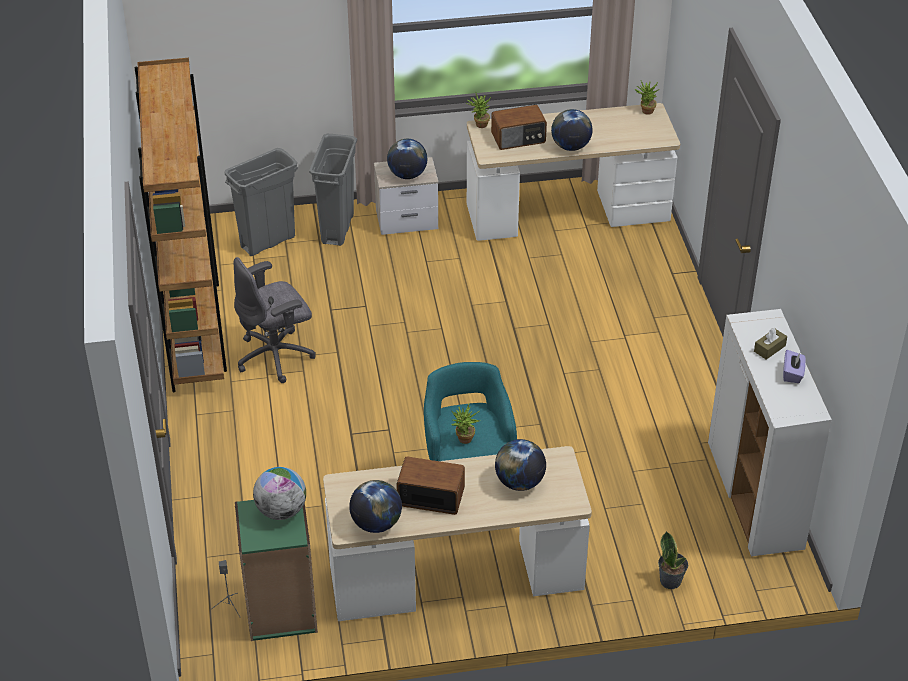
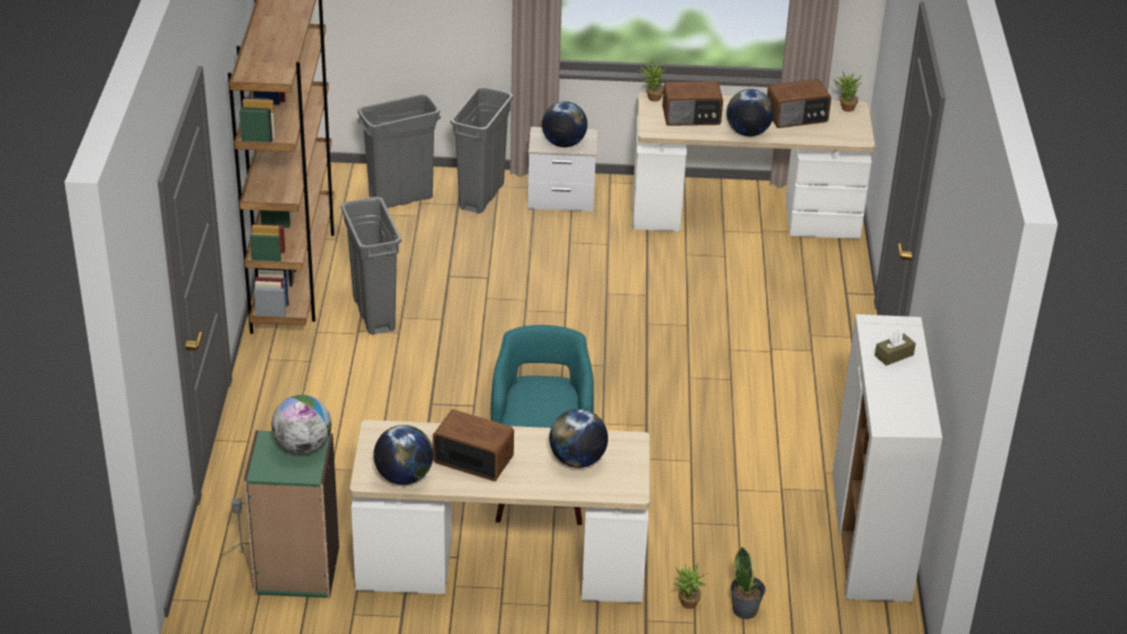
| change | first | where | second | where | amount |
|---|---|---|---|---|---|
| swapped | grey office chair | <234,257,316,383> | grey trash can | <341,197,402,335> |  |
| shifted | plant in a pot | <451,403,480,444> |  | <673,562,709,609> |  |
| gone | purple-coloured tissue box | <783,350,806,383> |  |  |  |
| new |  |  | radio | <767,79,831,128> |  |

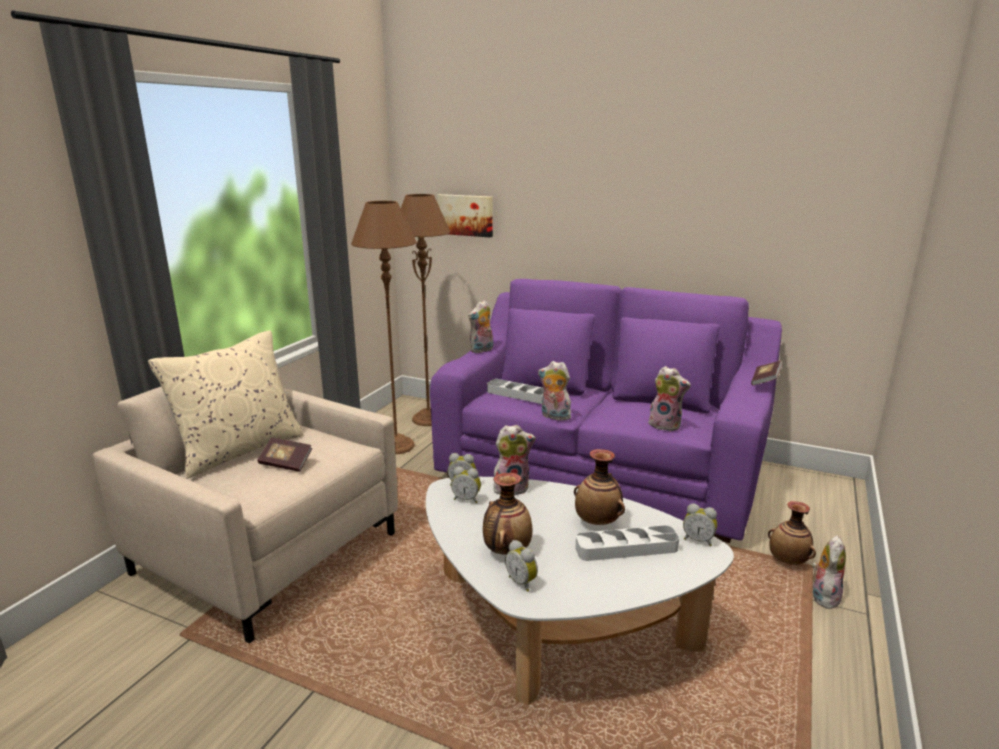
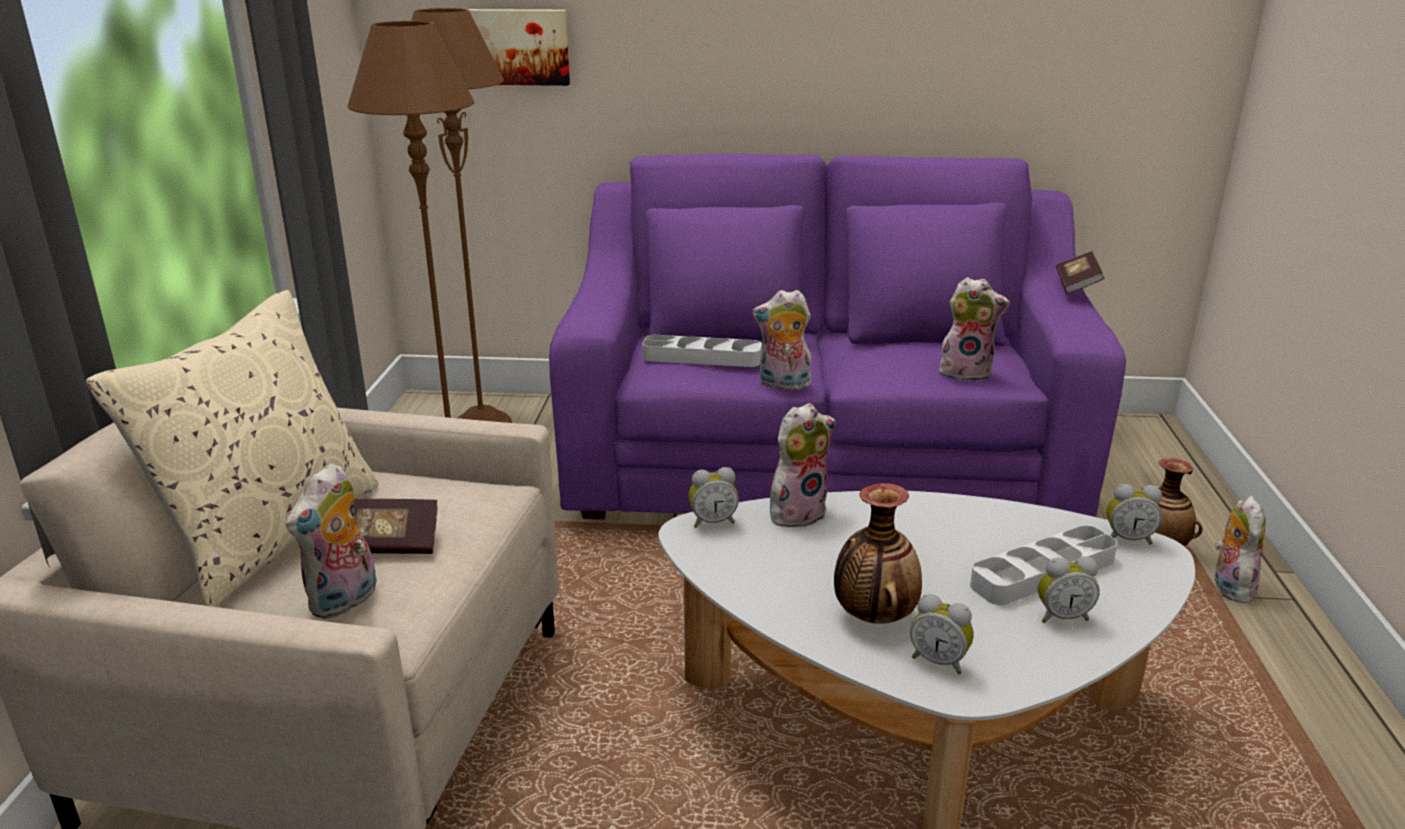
| change | first | where | second | where | amount |
|---|---|---|---|---|---|
| shifted | bedside clock | <451,466,481,503> |  | <1038,556,1100,623> |  |
| shifted | cuddly toy | <468,300,493,353> |  | <286,463,377,619> |  |
| gone | vase | <574,449,625,525> |  |  |  |

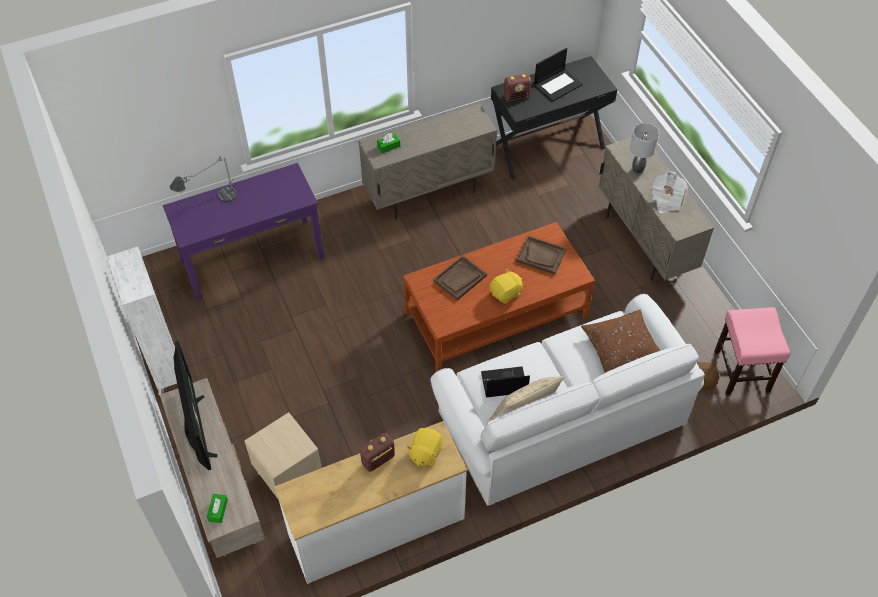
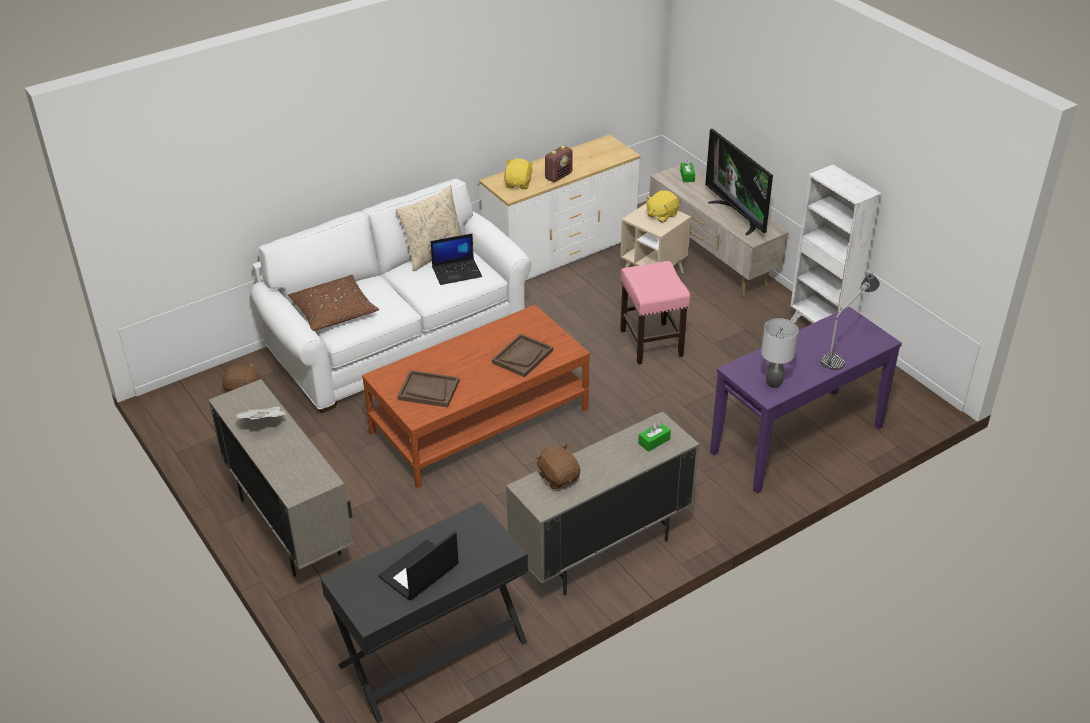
| change | first | where | second | where | amount |
|---|---|---|---|---|---|
| shifted | yellowish cuddly toy | <490,268,523,304> |  | <646,190,680,223> |  |
| gone | radio | <504,74,531,102> |  |  |  |
| shifted | grey tabletop lamp | <630,123,659,173> |  | <761,318,798,388> |  |
| shifted | pink-coloured sitting stool | <714,307,790,396> |  | <620,261,690,364> |  |
| new |  |  | brown cuddly toy | <536,444,580,489> |  |

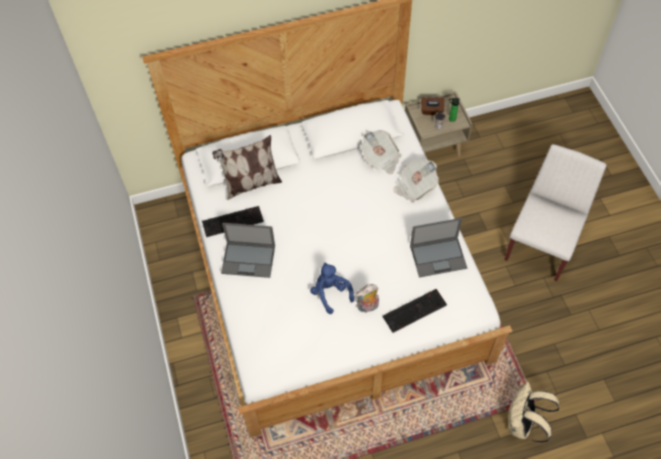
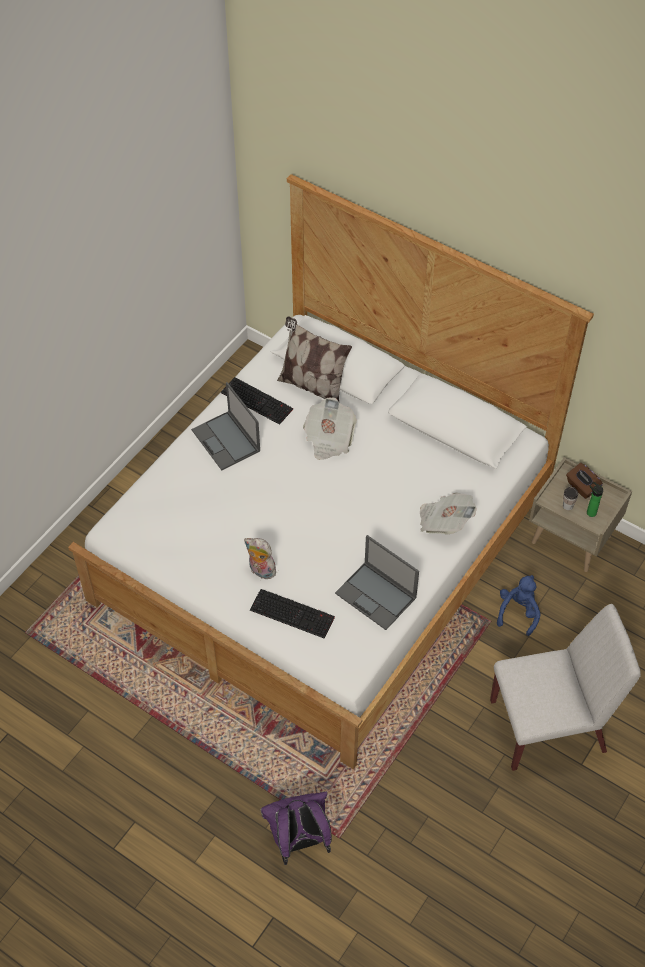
| change | first | where | second | where | amount |
|---|---|---|---|---|---|
| shifted | blue cuddly toy | <310,262,354,314> |  | <497,575,541,636> |  |
| shifted | printed paper | <360,130,402,174> |  | <303,397,357,460> |  |
| repainted | beige backpack | <508,382,559,442> | purple-coloured backpack | <261,791,332,865> |  |

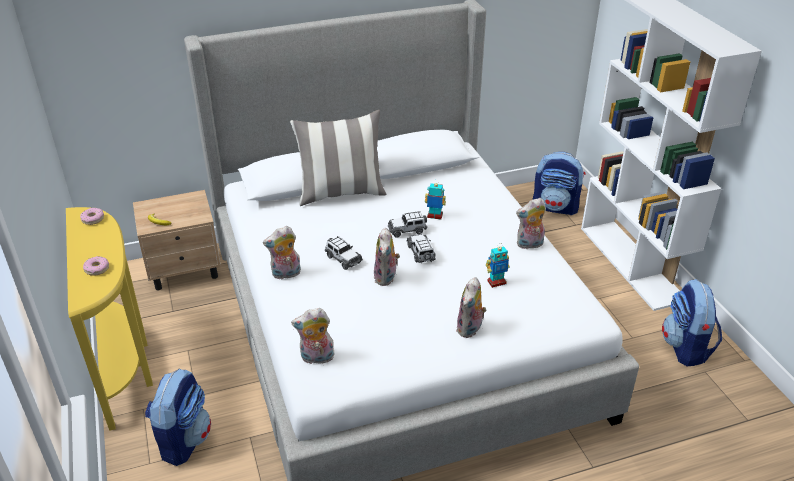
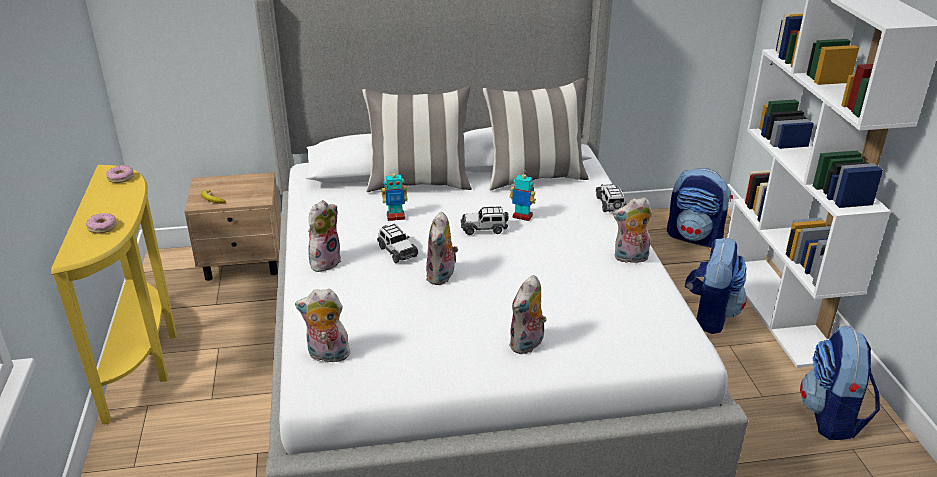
| change | first | where | second | where | amount |
|---|---|---|---|---|---|
| shifted | backpack | <145,369,211,466> |  | <685,237,747,334> |  |
| rotated | cuddly toy | <263,226,301,280> |  | <308,200,341,272> | 135 degrees clockwise |
| shifted | miniature car | <407,233,435,263> |  | <596,184,627,212> |  |
| shifted | robot figure | <486,243,510,288> |  | <382,169,408,221> |  |
| new |  |  | pillow | <483,78,589,190> |  |

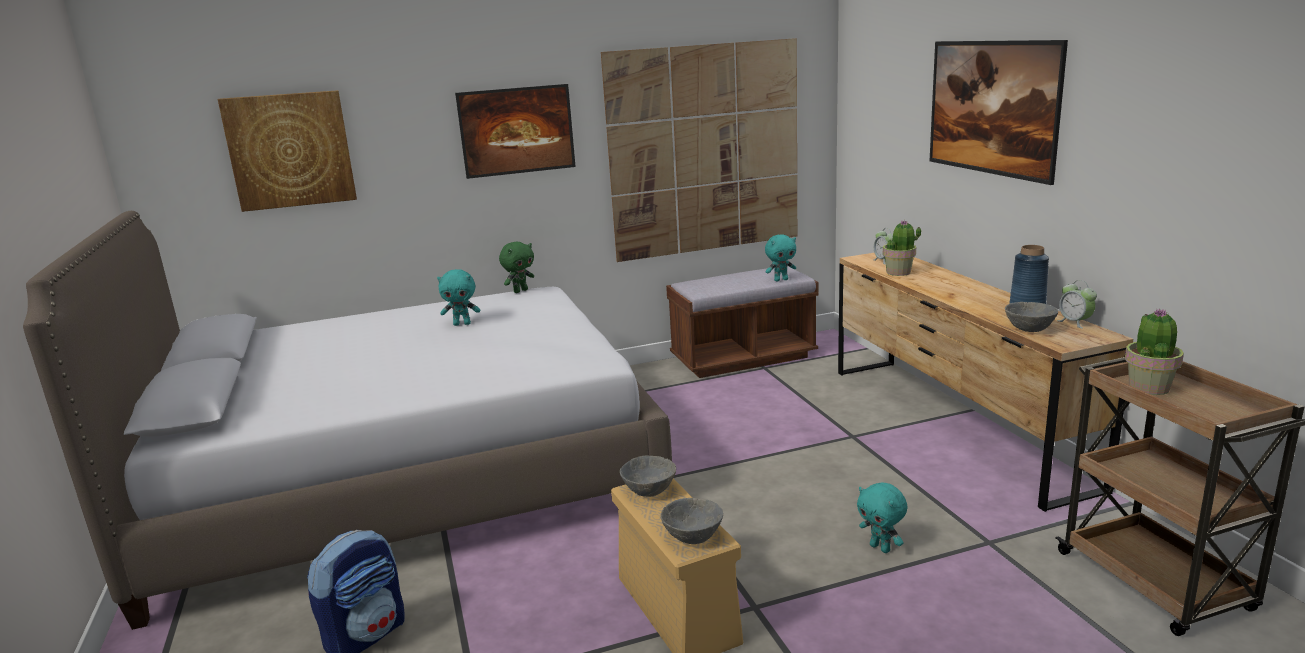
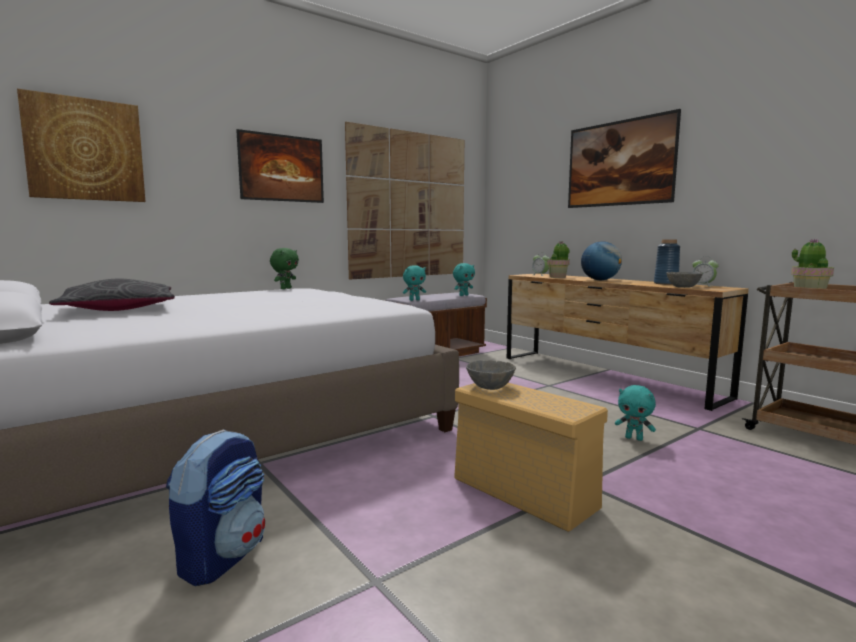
| change | first | where | second | where | amount |
|---|---|---|---|---|---|
| shifted | turquoise-coloured cuddly toy | <437,269,480,326> |  | <403,265,426,301> |  |
| gone | grey bowl | <660,498,723,544> |  |  |  |
| new |  |  | grey pillow | <49,279,175,311> |  |
| new |  |  | desk globe | <581,241,622,280> |  |

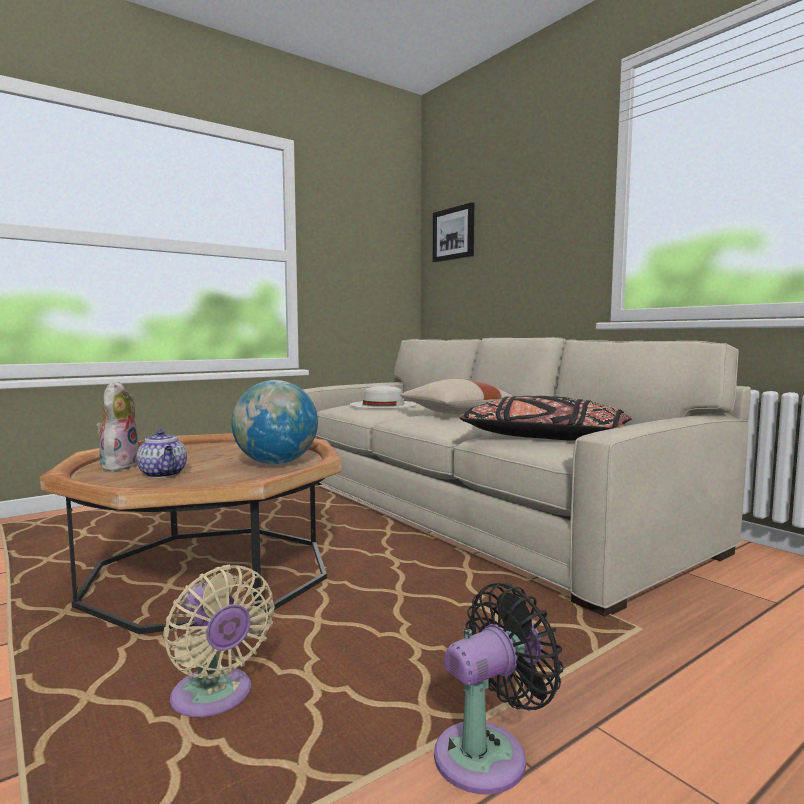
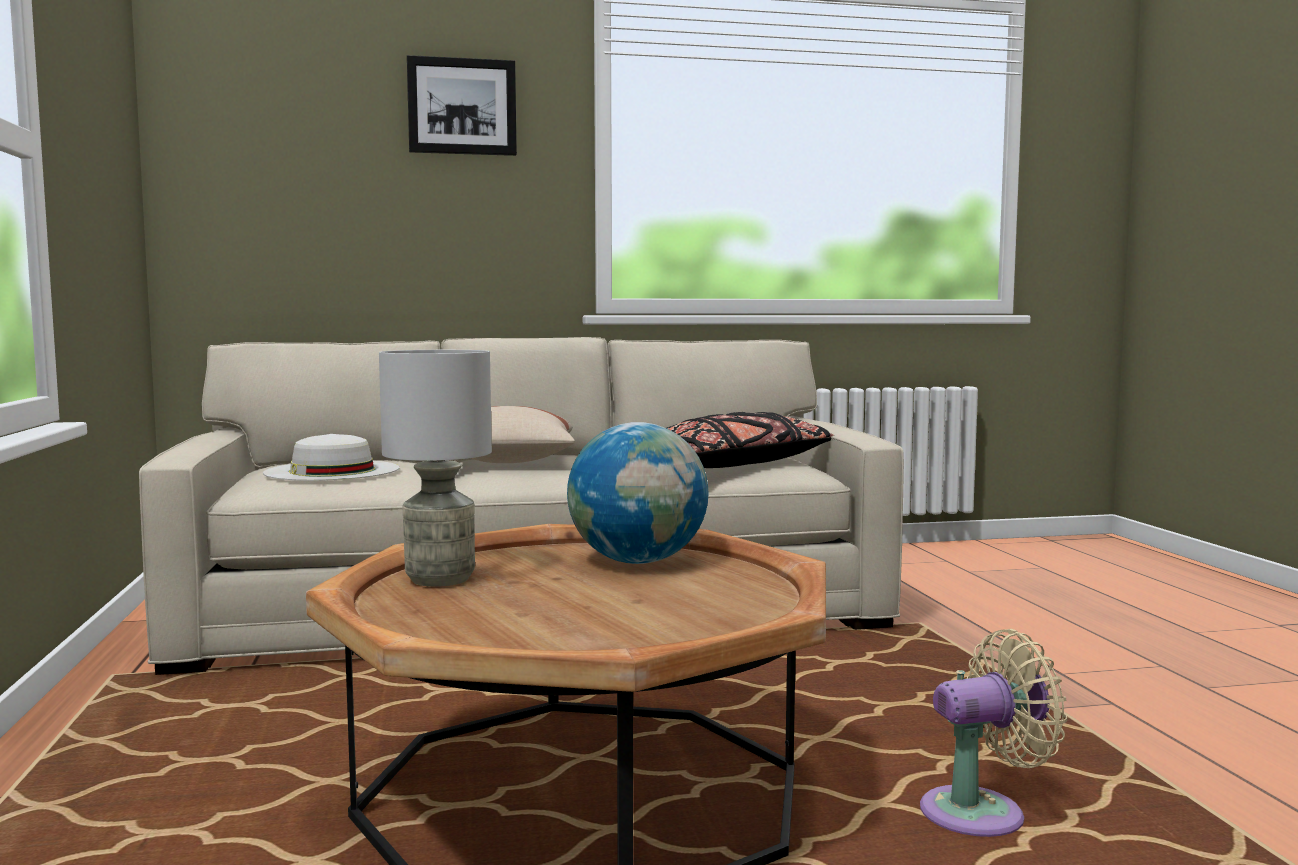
| change | first | where | second | where | amount |
|---|---|---|---|---|---|
| gone | cuddly toy | <96,381,139,471> |  |  |  |
| gone | tea pot | <137,430,187,478> |  |  |  |
| shifted | picture | <433,202,474,263> |  | <407,55,517,156> |  |
| gone | black-coloured fan | <434,583,564,794> |  |  |  |
| new |  |  | grey tabletop lamp | <379,350,492,587> |  |

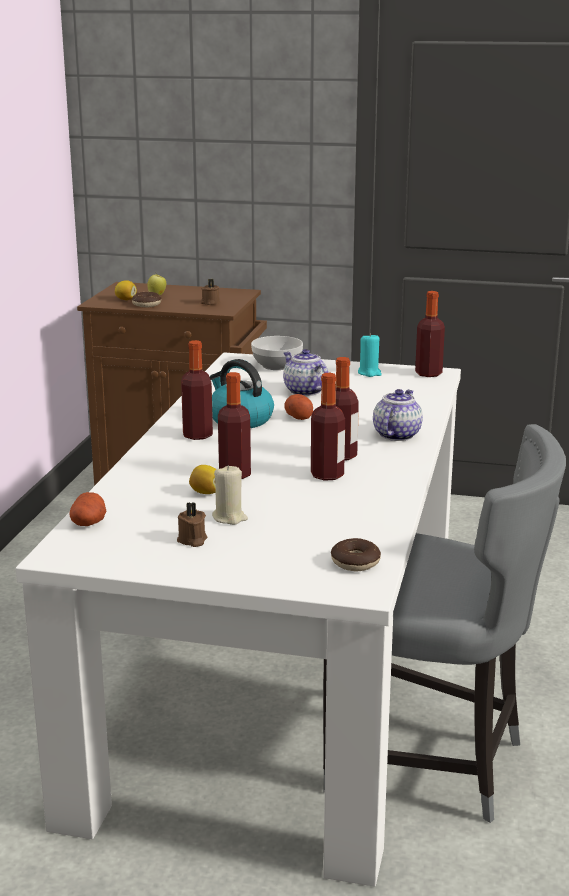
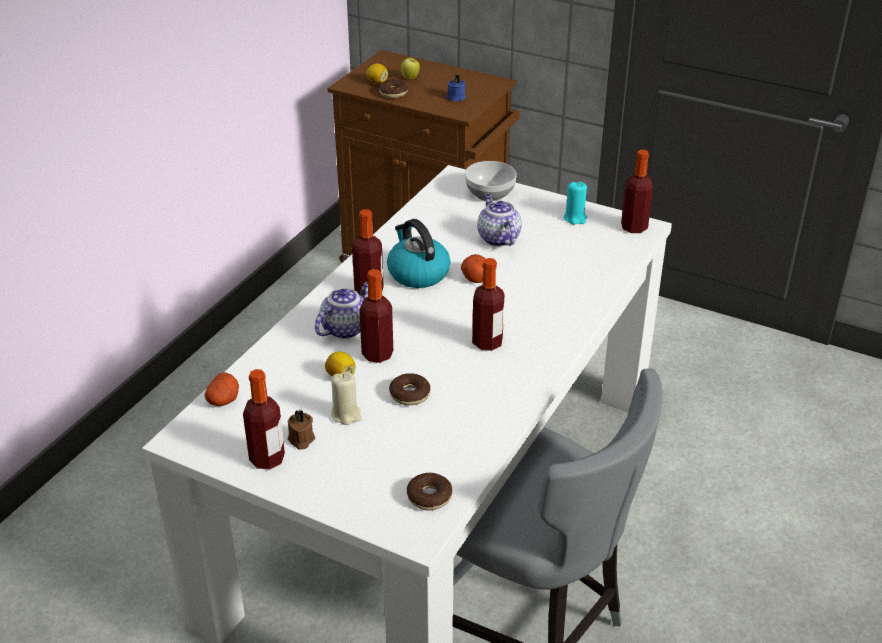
| change | first | where | second | where | amount |
|---|---|---|---|---|---|
| repainted | brown wax light | <201,279,220,305> | blue wax light | <446,75,466,102> |  |
| shifted | bottle | <311,373,345,481> |  | <243,369,285,469> |  |
| shifted | tea pot | <373,389,423,441> |  | <315,282,368,339> |  |
| new |  |  | doughnut | <389,373,431,405> |  |

